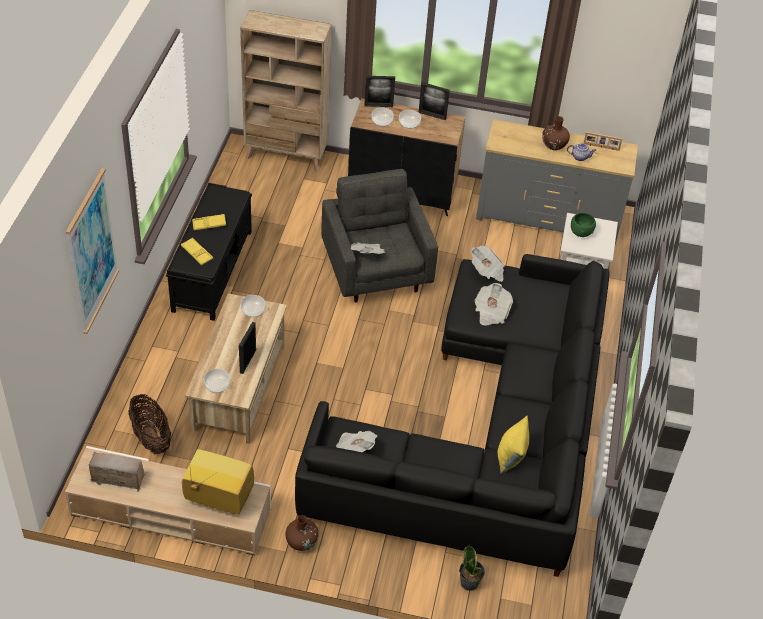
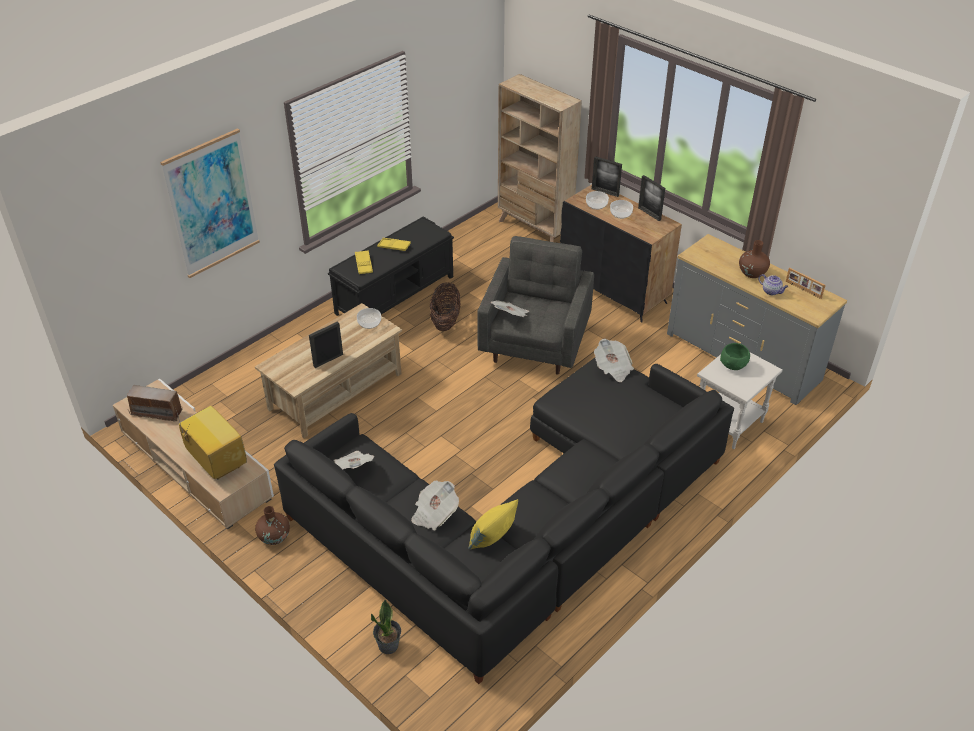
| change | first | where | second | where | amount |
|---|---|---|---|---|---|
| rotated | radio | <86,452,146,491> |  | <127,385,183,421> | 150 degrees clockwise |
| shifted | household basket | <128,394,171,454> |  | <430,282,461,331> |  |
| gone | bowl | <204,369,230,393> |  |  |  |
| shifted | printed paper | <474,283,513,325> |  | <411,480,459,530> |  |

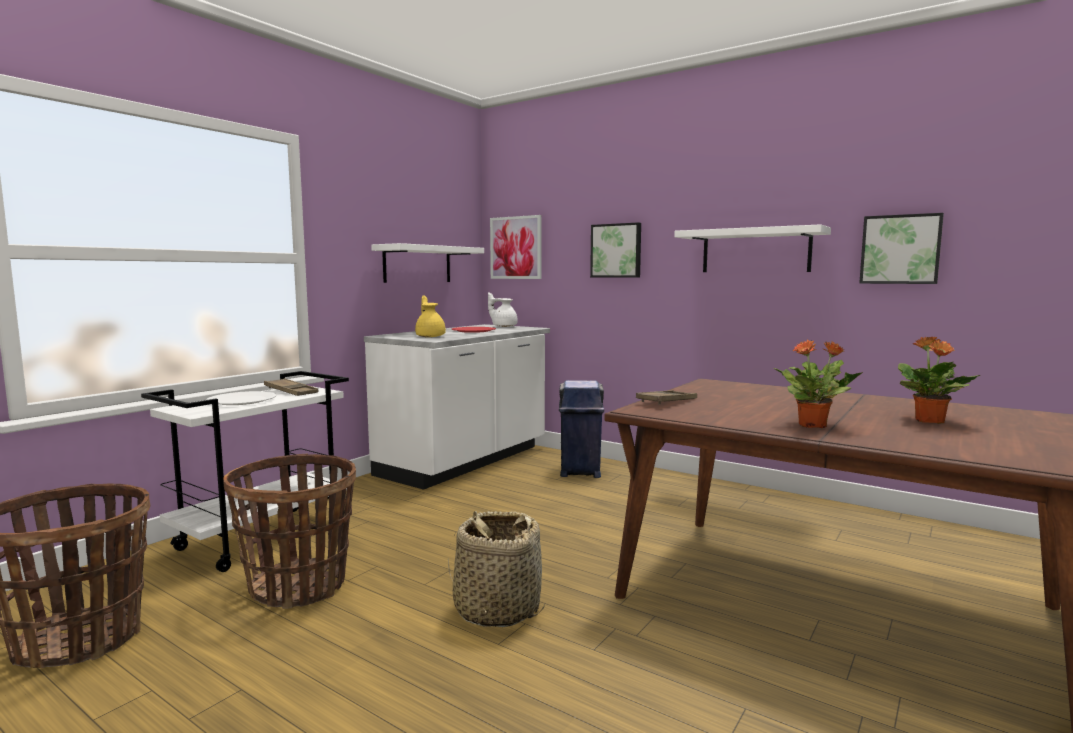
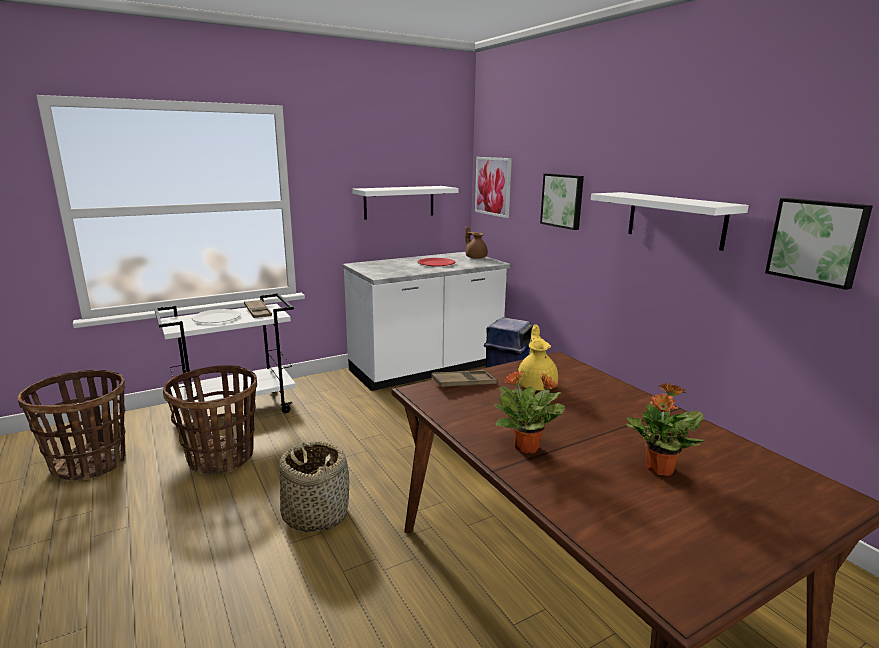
| change | first | where | second | where | amount |
|---|---|---|---|---|---|
| shifted | yellowish tea pot | <415,295,446,337> |  | <518,324,558,391> |  |
| repainted | white tea pot | <488,292,518,327> | brown tea pot | <465,226,488,259> |  |

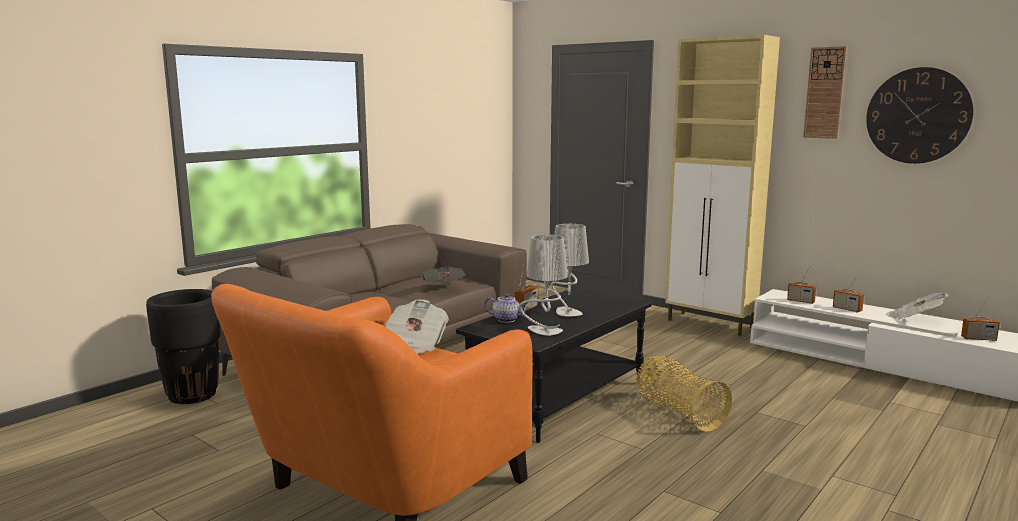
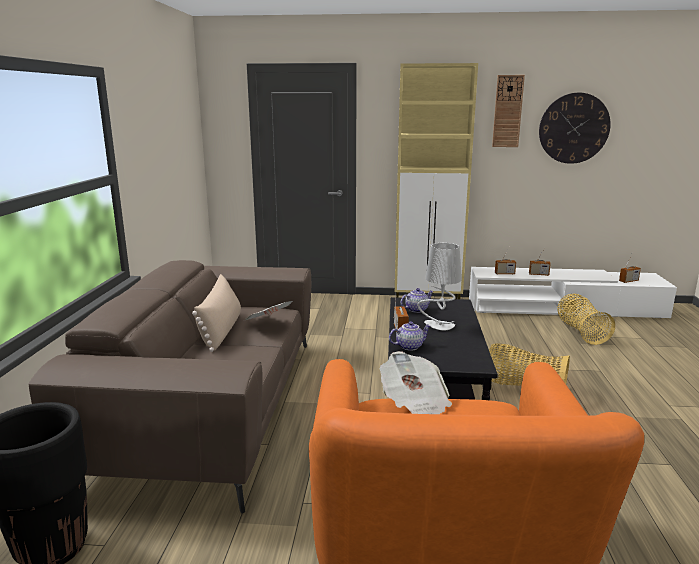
| change | first | where | second | where | amount |
|---|---|---|---|---|---|
| gone | grey tabletop lamp | <519,234,568,336> |  |  |  |
| gone | printed paper | <886,293,949,320> |  |  |  |
| new |  |  | beige pillow | <192,274,241,352> |  |
| new |  |  | tea pot | <401,288,434,313> |  |
| new |  |  | household basket | <557,294,615,345> |  |

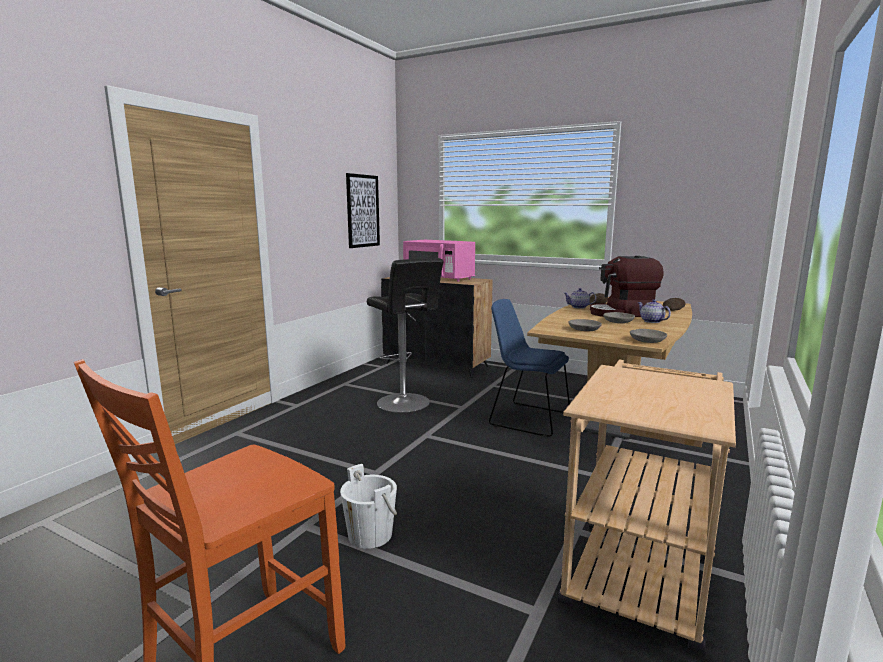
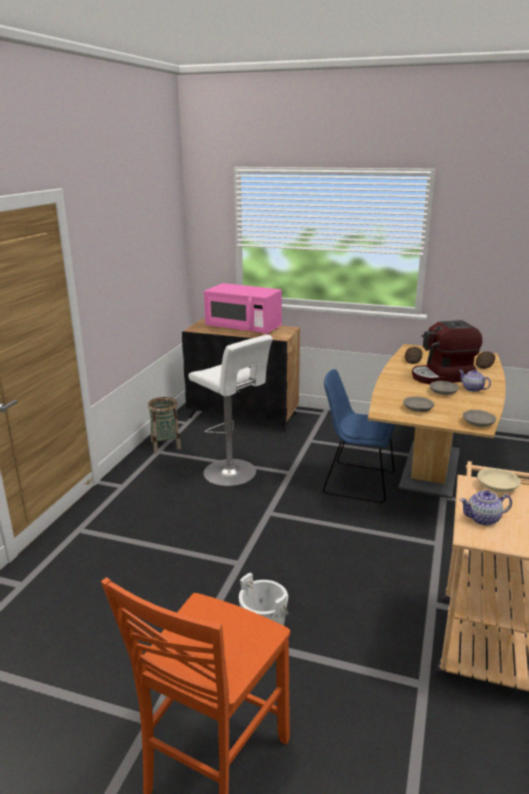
| change | first | where | second | where | amount |
|---|---|---|---|---|---|
| gone | picture | <346,173,380,248> |  |  |  |
| repainted | black-coloured sitting stool | <367,258,444,413> | white sitting stool | <188,335,273,486> |  |
| shifted | tea pot | <564,288,596,309> |  | <460,490,512,526> |  |
| new |  |  | household basket | <148,397,181,453> |  |
| new |  |  | beige bowl | <477,468,521,492> |  |

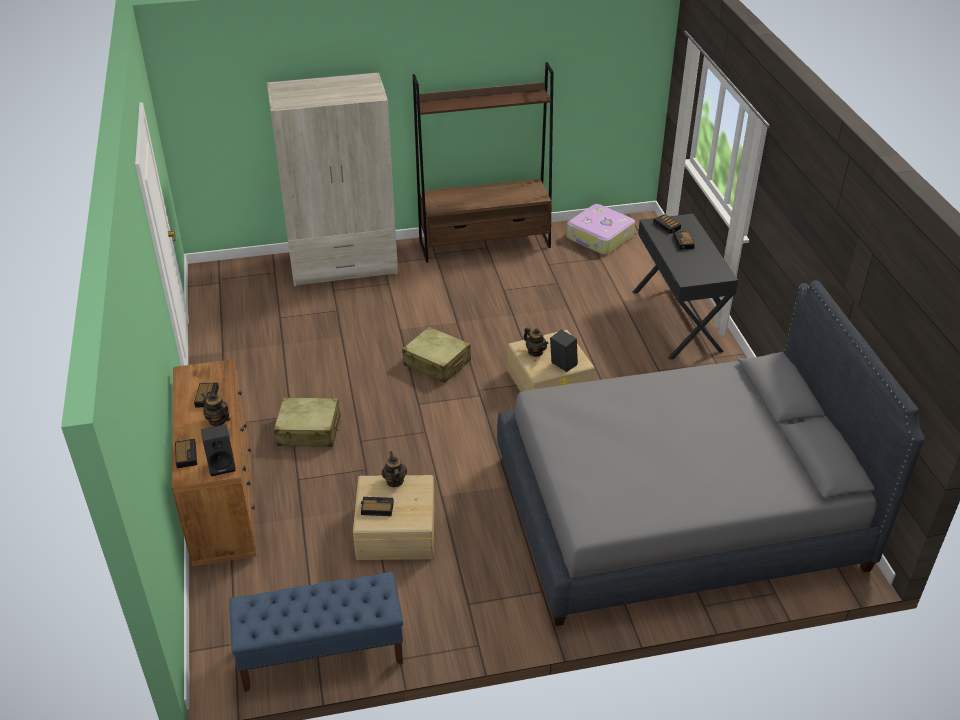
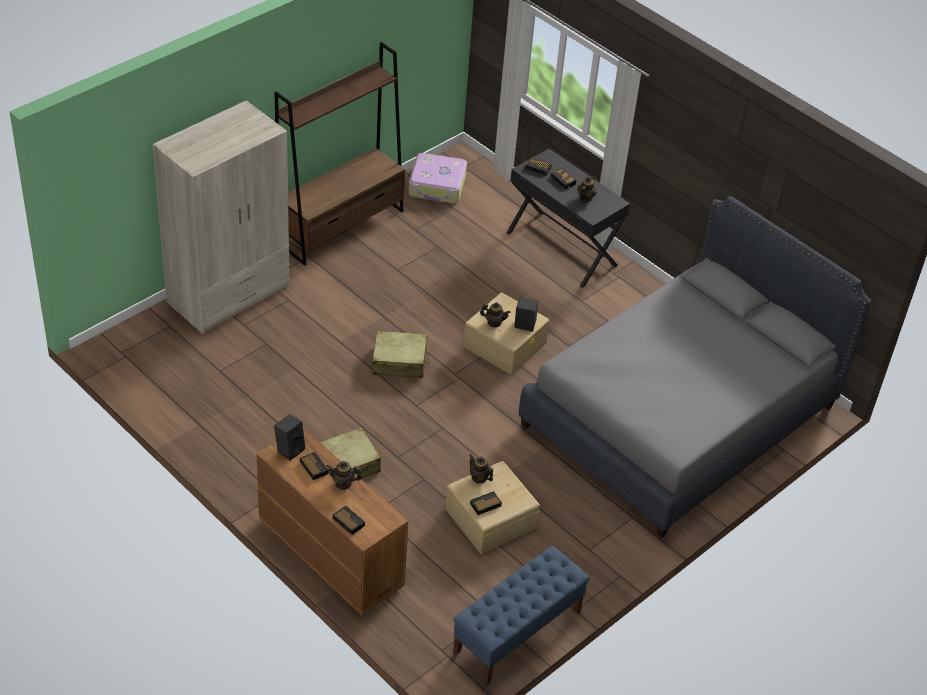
| change | first | where | second | where | amount |
|---|---|---|---|---|---|
| shifted | black-coloured loudspeaker | <201,424,236,476> |  | <274,414,305,460> |  |
| new |  |  | tea pot | <577,175,597,202> |  |

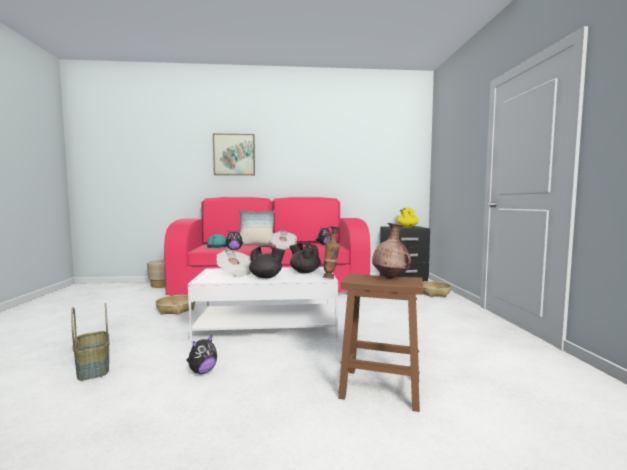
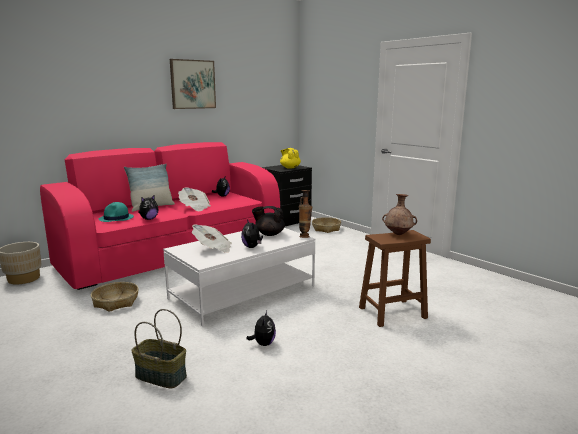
| change | first | where | second | where | amount |
|---|---|---|---|---|---|
| shifted | picture | <213,133,255,175> |  | <170,59,216,109> |  |
| swapped | black-coloured tea pot | <249,245,285,278> | cuddly toy | <241,219,263,248> |  |

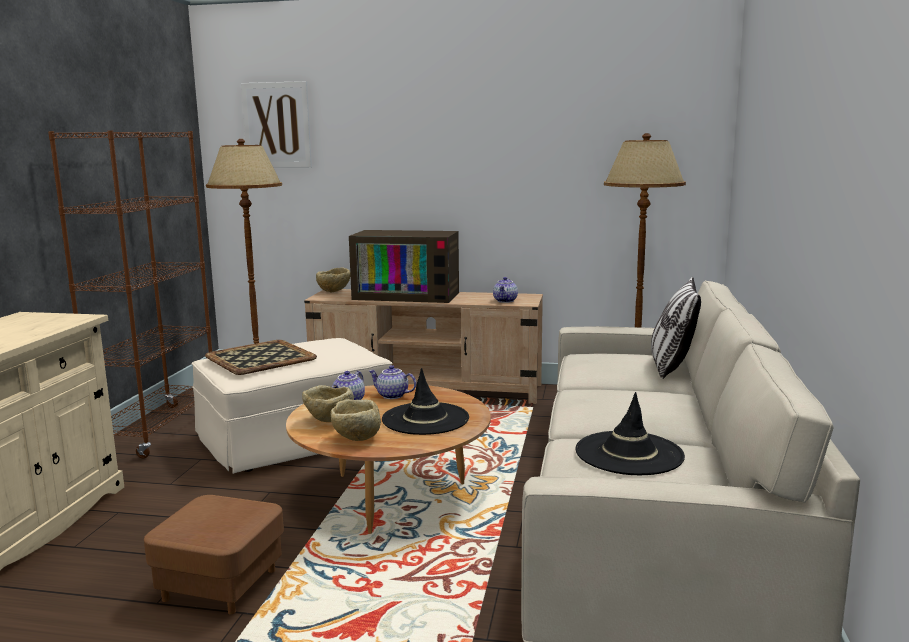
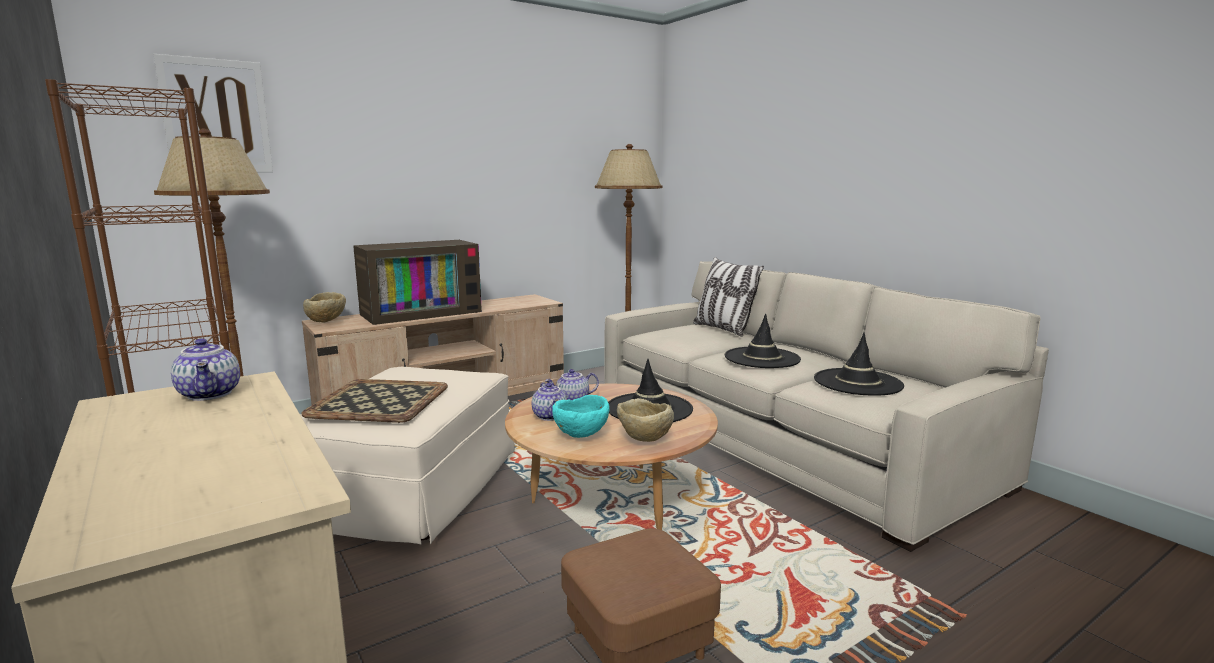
| change | first | where | second | where | amount |
|---|---|---|---|---|---|
| repainted | beige bowl | <302,385,354,422> | turquoise-coloured bowl | <552,395,610,438> |  |
| shifted | tea pot | <493,277,518,303> |  | <171,338,240,401> |  |
| new |  |  | black-coloured wearable hat | <724,314,801,368> |  |

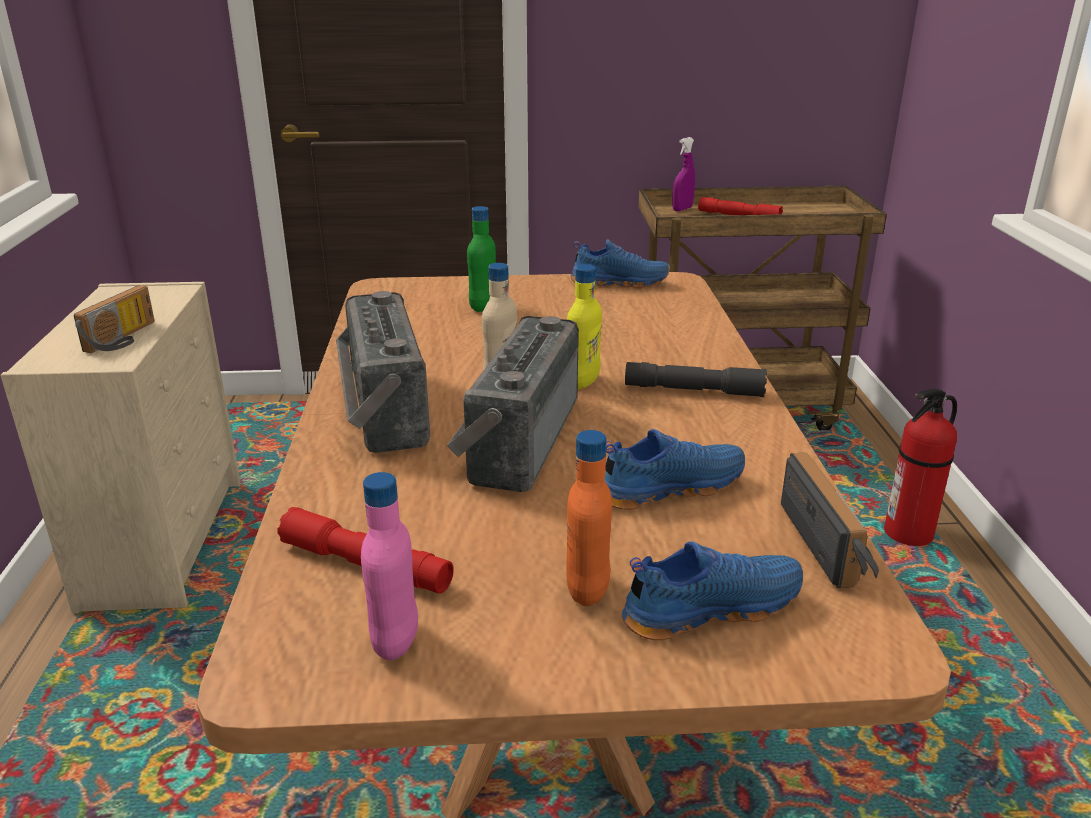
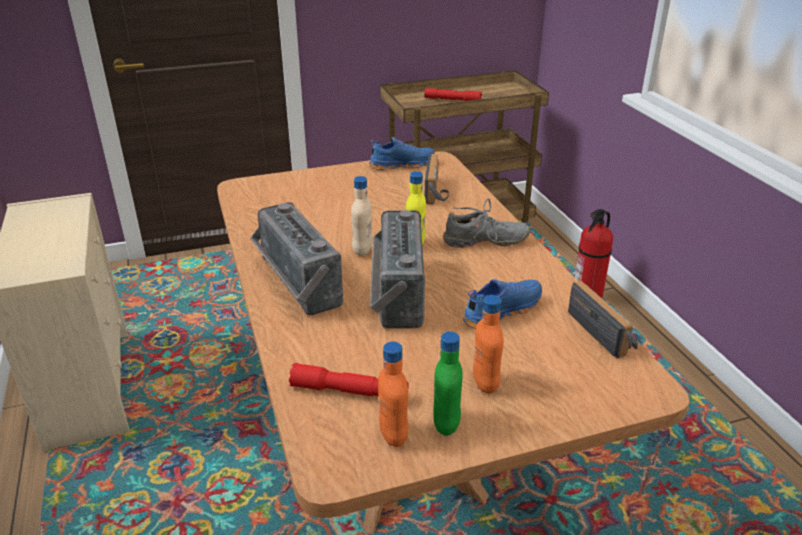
| change | first | where | second | where | amount |
|---|---|---|---|---|---|
| shifted | radio | <74,285,155,353> |  | <425,154,449,204> |  |
| repainted | pink-coloured bottle | <361,472,418,661> | orange bottle | <378,341,409,447> |  |
| shifted | green-coloured bottle | <467,206,496,312> |  | <433,331,463,436> |  |
| gone | blue shoe | <622,541,803,640> |  |  |  |
| swapped | grey hand torch | <625,362,767,397> | grey shoe | <443,199,530,248> |  |
| gone | purple-coloured sprayer | <672,137,695,211> |  |  |  |

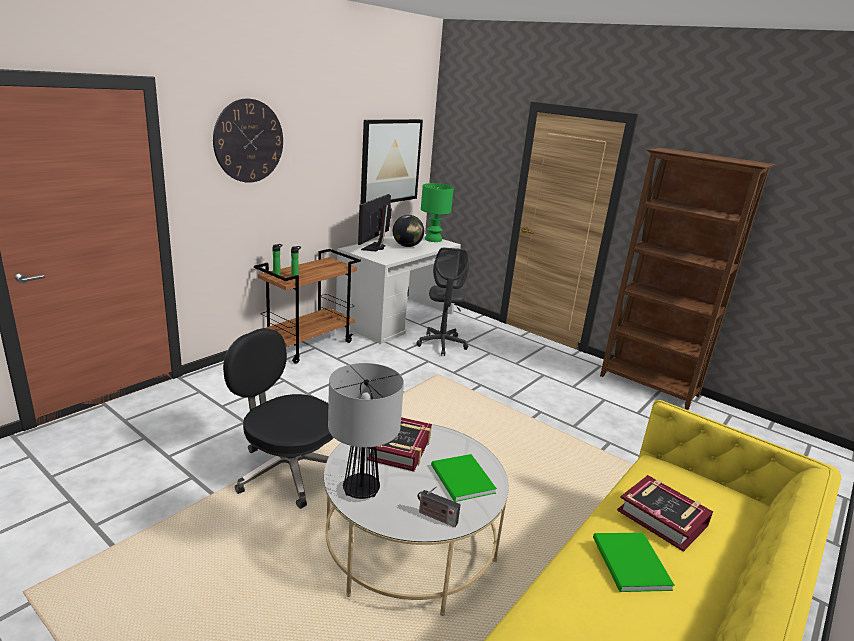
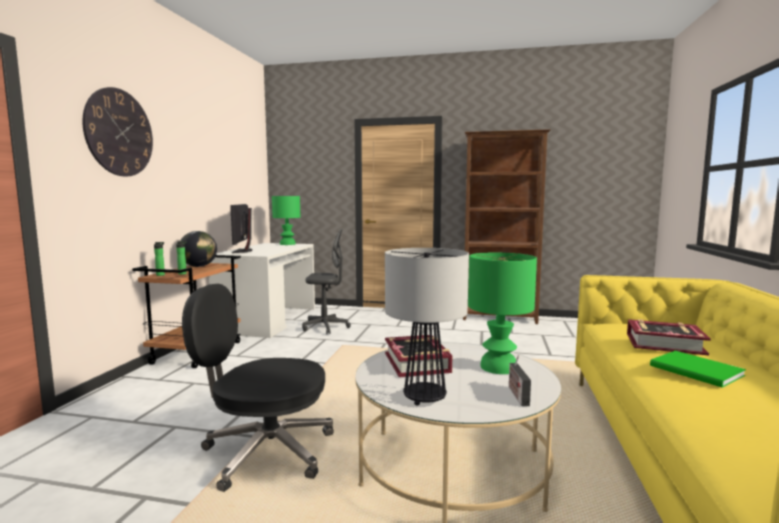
| change | first | where | second | where | amount |
|---|---|---|---|---|---|
| gone | picture | <360,119,423,204> |  |  |  |
| shifted | desk globe | <393,215,424,247> |  | <180,231,217,267> |  |
| rotated | grey office chair | <417,248,469,356> |  | <302,229,351,334> | 60 degrees counterclockwise |
| rotated | radio | <417,486,461,527> |  | <509,355,531,406> | 90 degrees clockwise |
| swapped | green-coloured book | <431,454,497,502> | green-coloured tabletop lamp | <468,252,537,374> |  |

